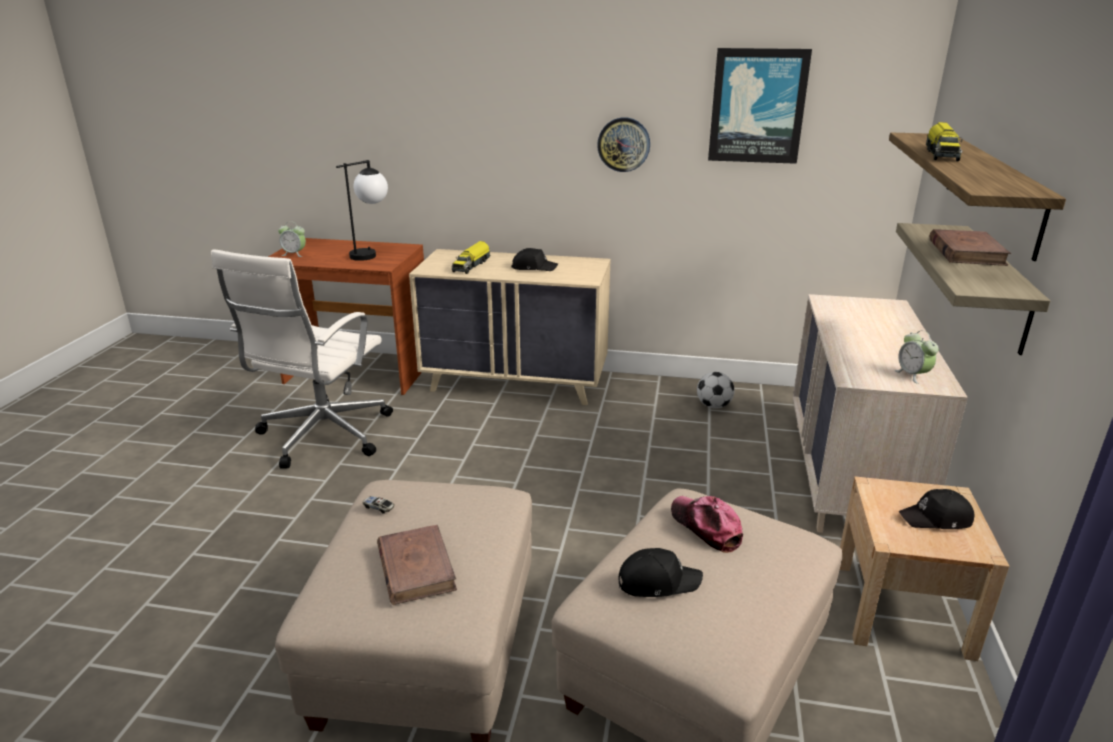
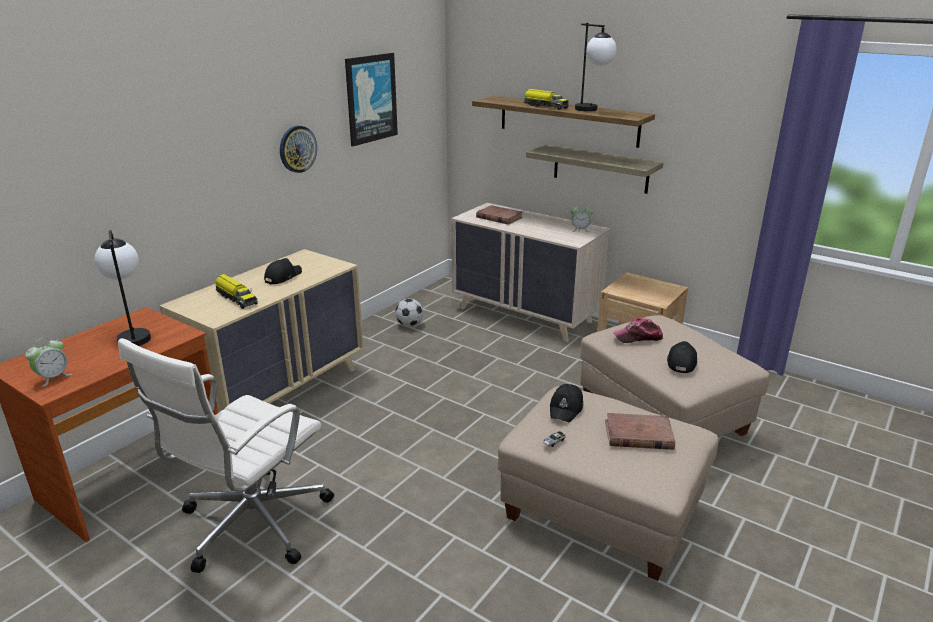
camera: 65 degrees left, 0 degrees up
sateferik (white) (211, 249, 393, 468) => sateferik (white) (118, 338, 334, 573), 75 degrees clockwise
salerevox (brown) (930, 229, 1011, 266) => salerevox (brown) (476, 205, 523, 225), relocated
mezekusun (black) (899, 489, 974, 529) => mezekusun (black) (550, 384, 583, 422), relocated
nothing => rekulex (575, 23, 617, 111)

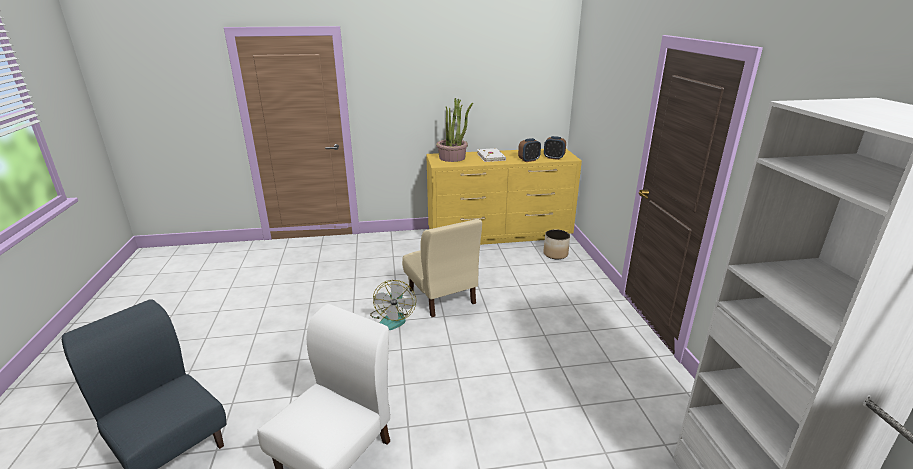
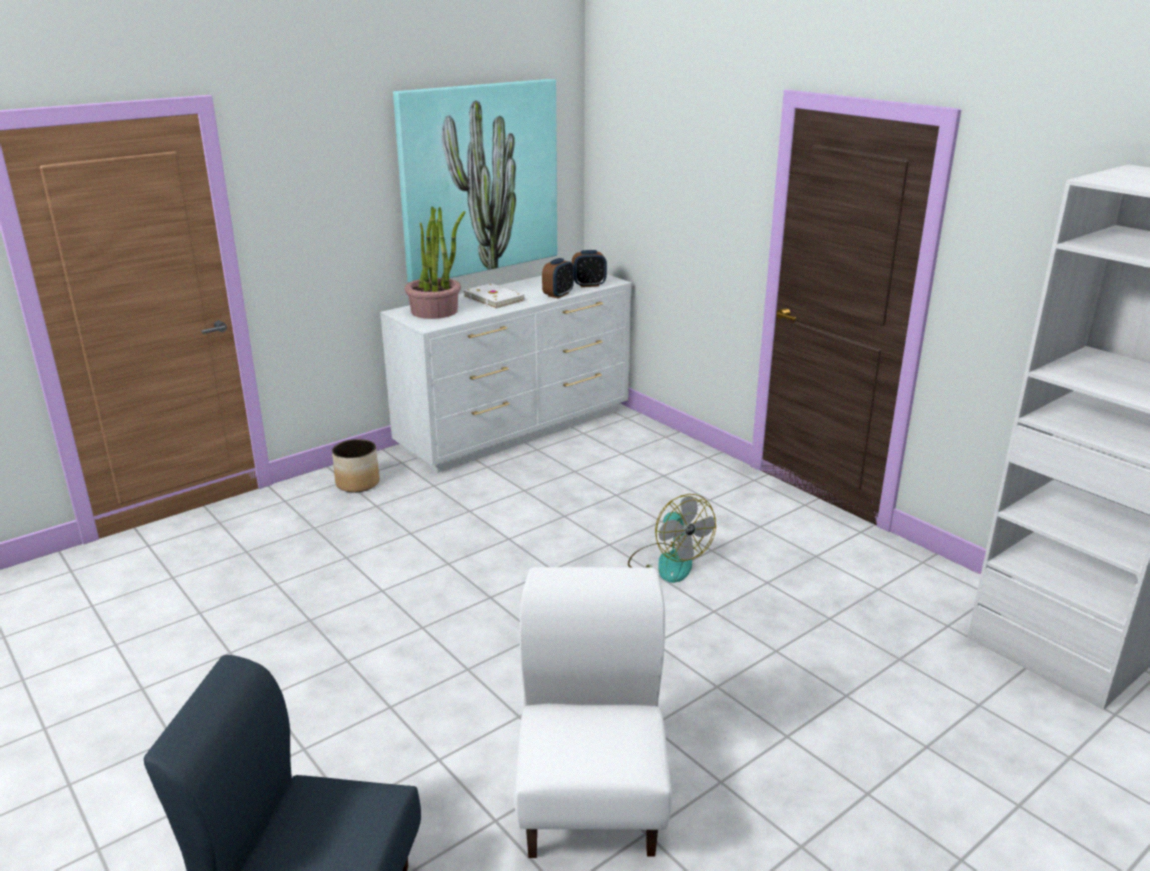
camera: 30 degrees left, 0 degrees up
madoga (543, 229, 570, 259) => madoga (332, 439, 379, 492), relocated
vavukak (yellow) (426, 149, 582, 245) => vavukak (white) (380, 274, 631, 472)
nothing => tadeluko (393, 79, 557, 283)
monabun (370, 280, 416, 330) => monabun (628, 494, 716, 583), relocated
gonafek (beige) (402, 219, 482, 317) => nothing

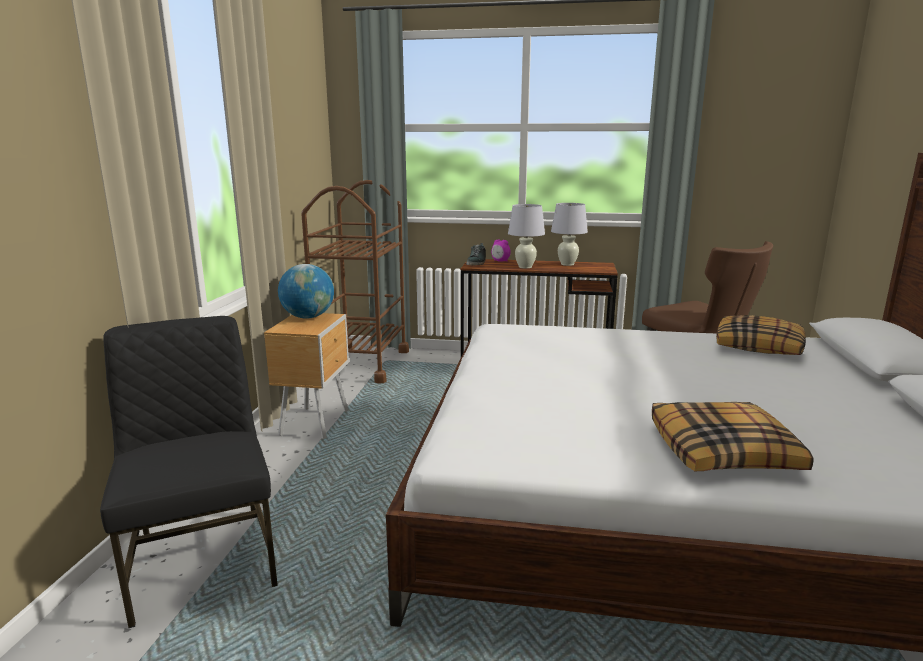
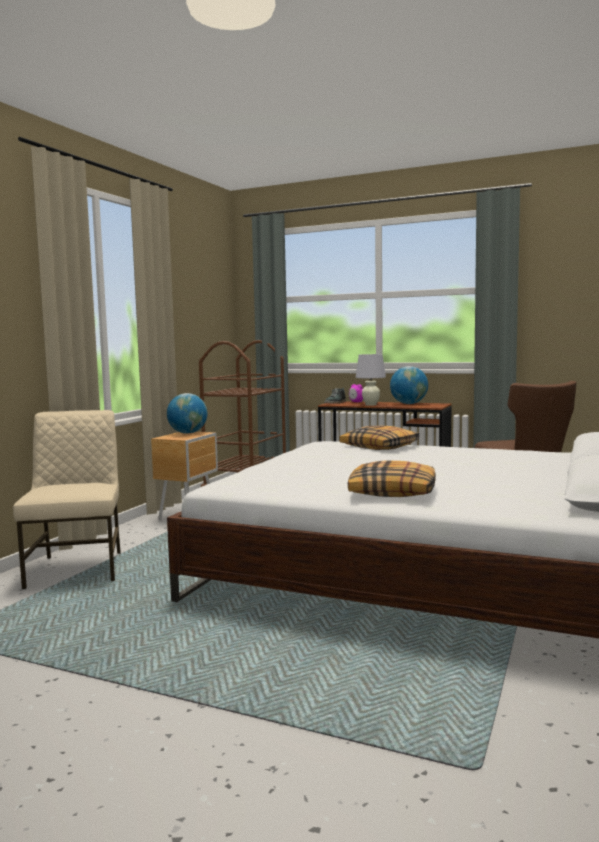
camera: 15 degrees right, 10 degrees down
gonafek (black) (100, 316, 278, 628) => gonafek (beige) (13, 410, 121, 589)
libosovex (716, 315, 806, 355) => libosovex (340, 425, 419, 450), relocated
rekulex (white) (551, 203, 588, 266) => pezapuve (390, 366, 428, 404)

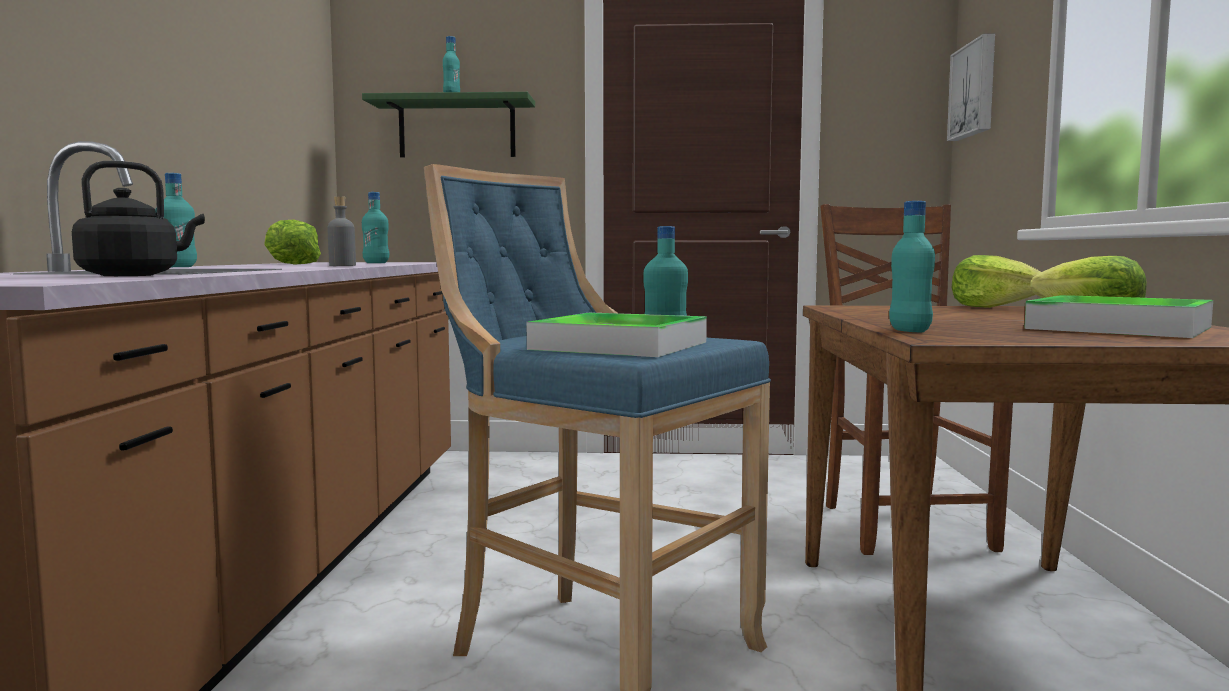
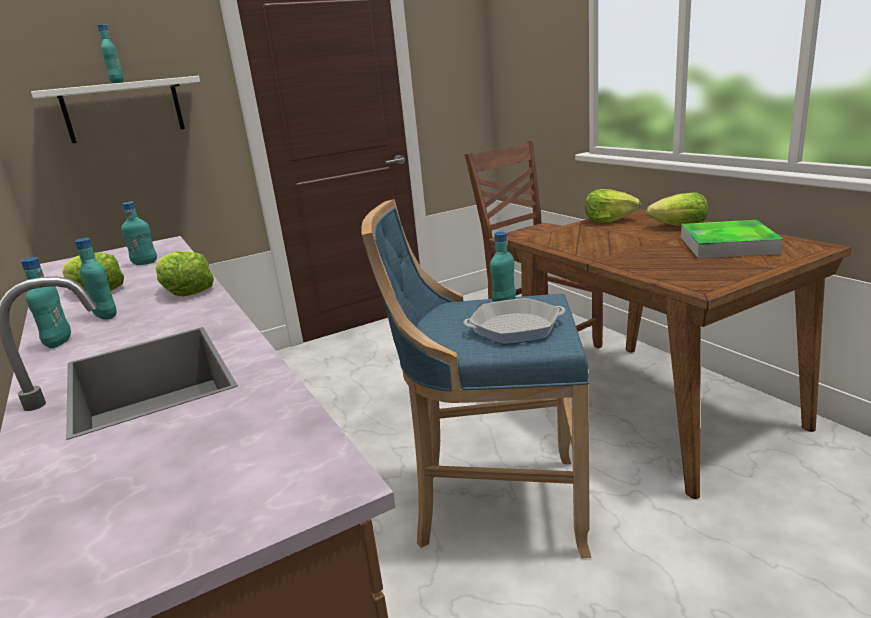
camera: 30 degrees left, 15 degrees up
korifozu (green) (362, 92, 535, 157) => korifozu (white) (31, 76, 200, 143)
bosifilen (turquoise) (889, 201, 935, 332) => bosifilen (turquoise) (75, 238, 117, 320), relocated
bosifilen (grey) (327, 196, 356, 266) => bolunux (156, 251, 214, 297)
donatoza (527, 312, 707, 357) => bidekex (463, 298, 566, 344)
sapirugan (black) (72, 160, 205, 276) => nothing
tadeluko (947, 33, 995, 141) => nothing

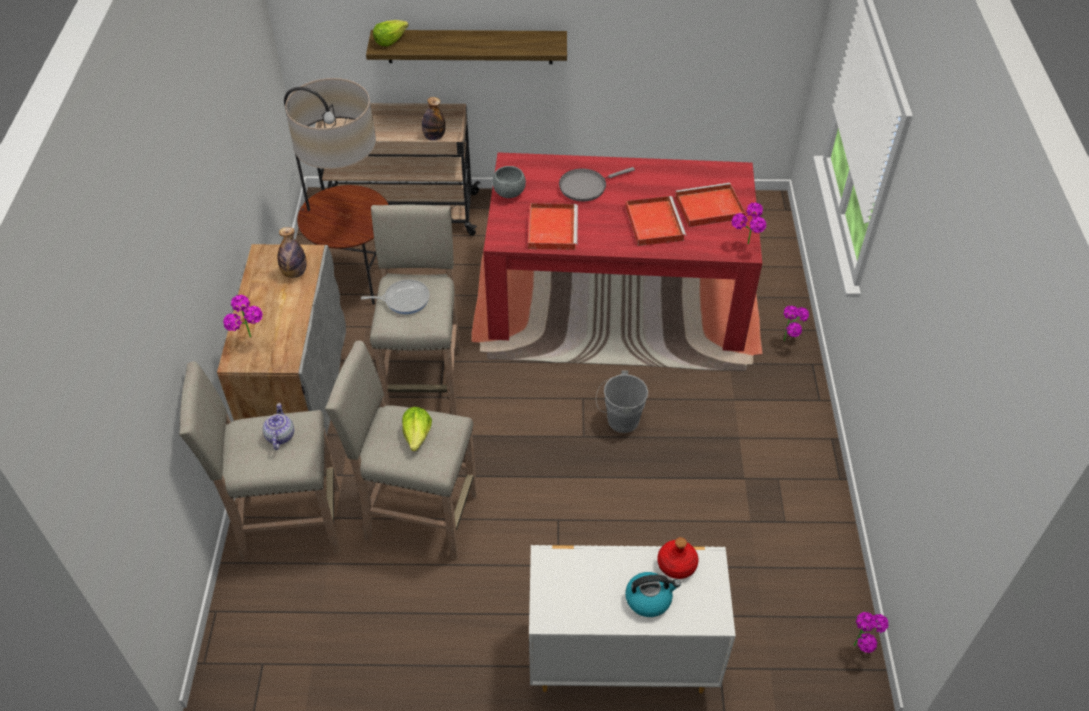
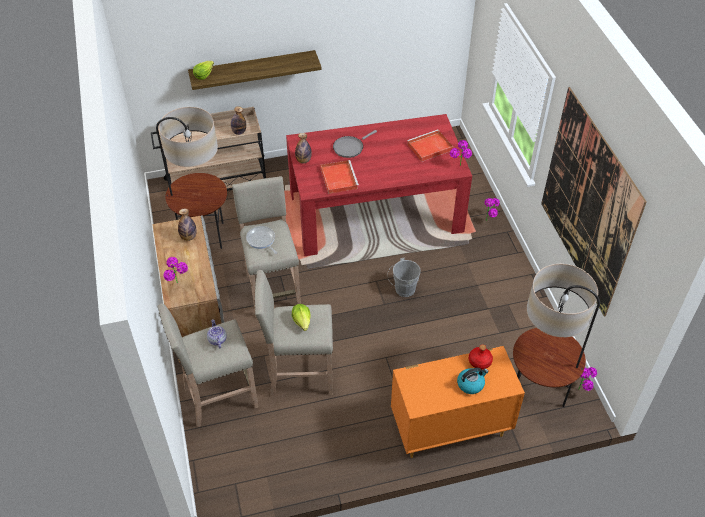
camera: 15 degrees left, 0 degrees up
bidekex (361, 279, 430, 314) => bidekex (246, 226, 277, 254), 105 degrees counterclockwise
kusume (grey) (492, 166, 526, 198) => bosifilen (295, 133, 312, 163)
vavukak (white) (529, 545, 736, 693) => vavukak (orange) (391, 346, 525, 458)
nothing => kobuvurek (513, 264, 600, 407)
nothing => tadeluko (541, 87, 647, 316)
donatoza (red) (625, 196, 686, 246) => nothing

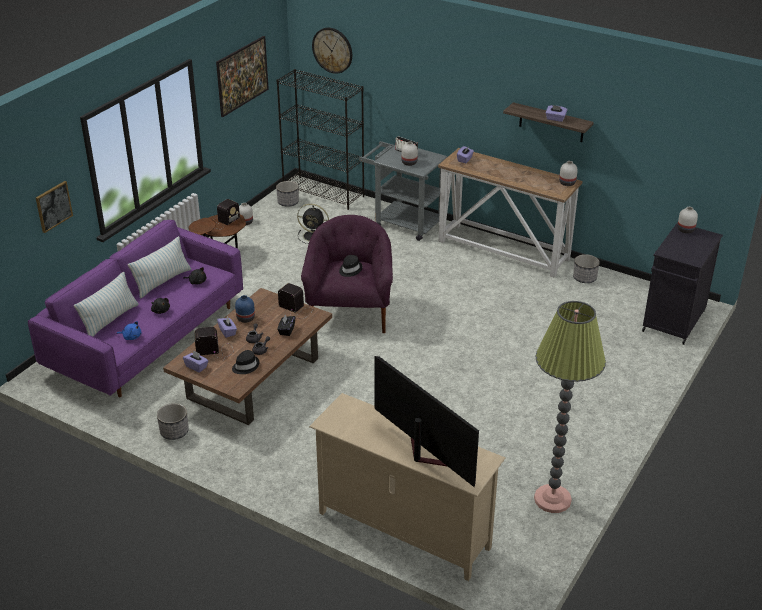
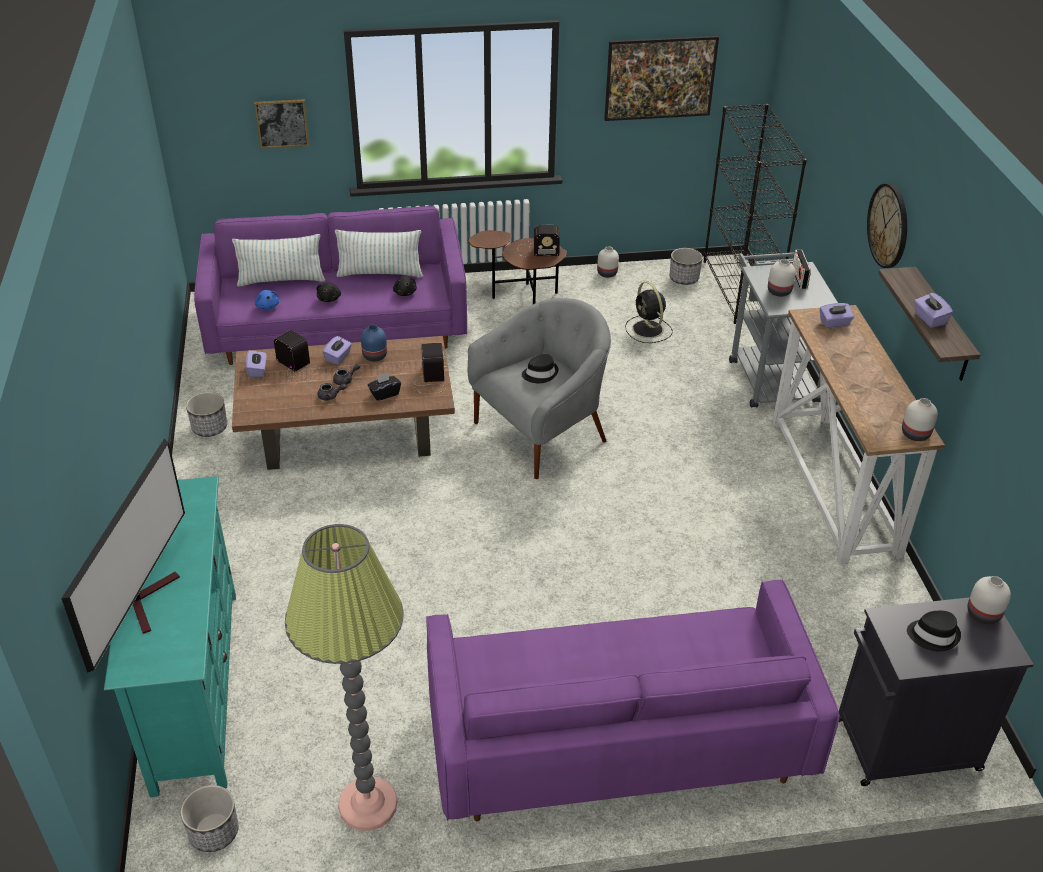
camera: 50 degrees right, 5 degrees up
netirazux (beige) (309, 393, 506, 581) => netirazux (turquoise) (104, 476, 236, 797)
madoga (573, 254, 600, 283) => madoga (180, 785, 239, 852), relocated
nothing => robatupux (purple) (426, 580, 839, 822)
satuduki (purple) (301, 215, 393, 333) => satuduki (grey) (468, 298, 611, 479)
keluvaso (312, 28, 352, 74) => keluvaso (867, 183, 907, 268), relocated
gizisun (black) (232, 350, 259, 374) => gizisun (black) (907, 611, 961, 651), relocated

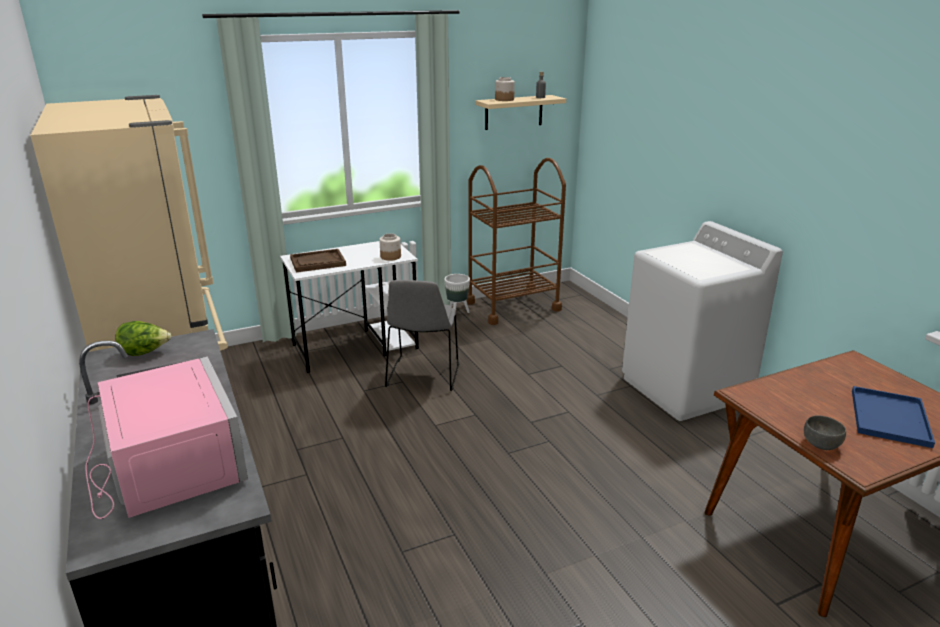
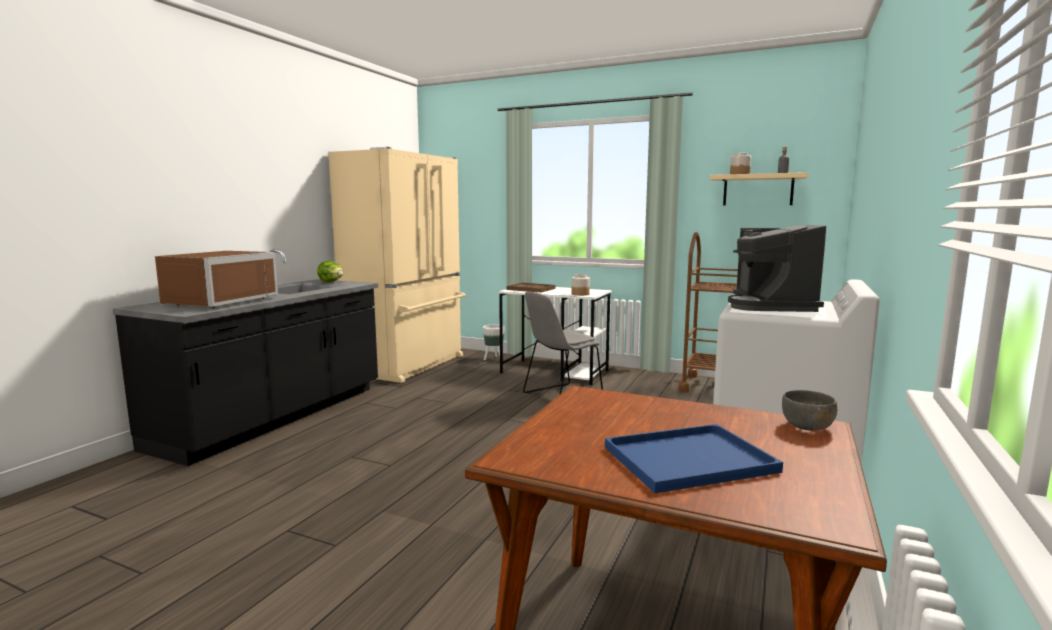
camera: 50 degrees right, 15 degrees down
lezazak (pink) (85, 357, 248, 519) => lezazak (brown) (155, 251, 278, 308)
madoga (white) (444, 274, 470, 313) => madoga (white) (483, 324, 505, 360), relocated
nothing => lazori (728, 225, 826, 312)
kusume (grey) (804, 415, 846, 450) => kusume (grey) (782, 390, 837, 431), relocated

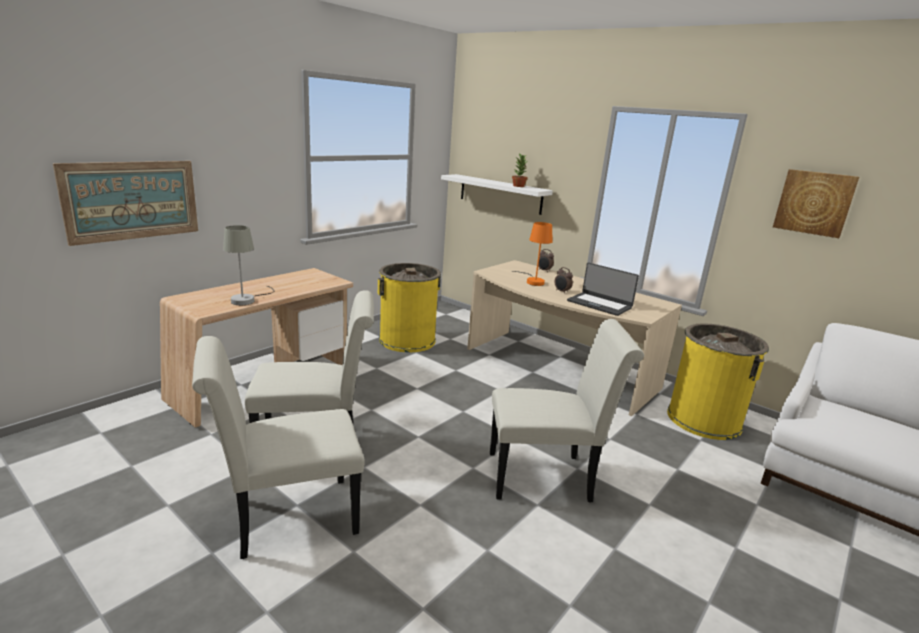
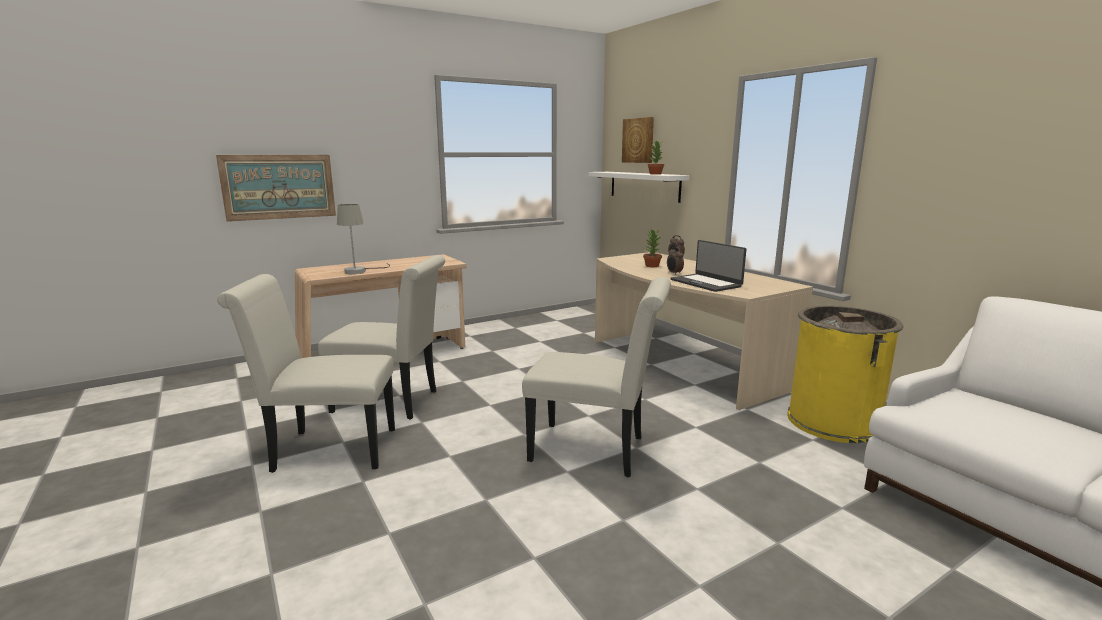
camera: 20 degrees right, 5 degrees down
tadeluko (773, 169, 859, 238) => tadeluko (622, 117, 654, 163), relocated
rekulex (orange) (512, 222, 552, 286) => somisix (643, 229, 662, 267)
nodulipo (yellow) (378, 263, 441, 352) => nothing

